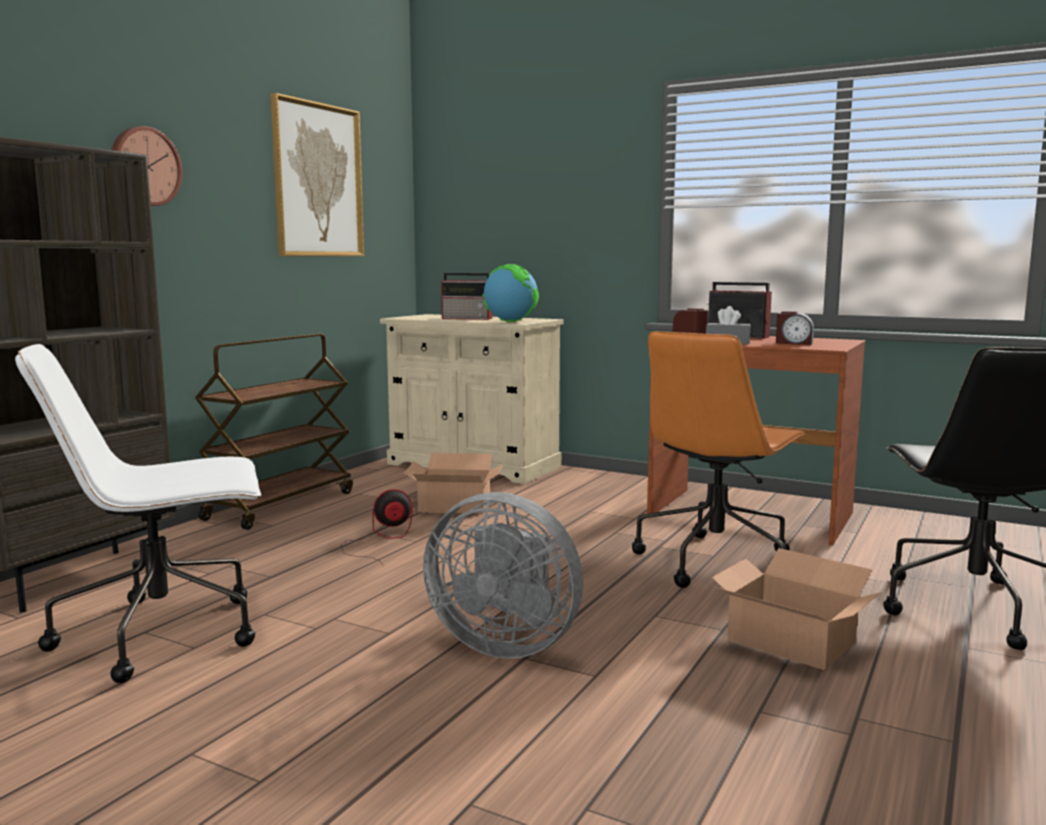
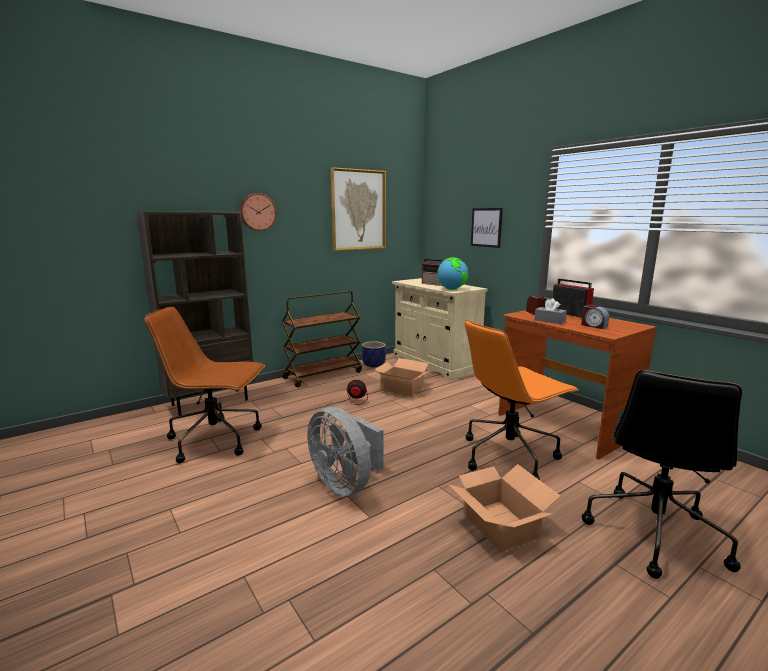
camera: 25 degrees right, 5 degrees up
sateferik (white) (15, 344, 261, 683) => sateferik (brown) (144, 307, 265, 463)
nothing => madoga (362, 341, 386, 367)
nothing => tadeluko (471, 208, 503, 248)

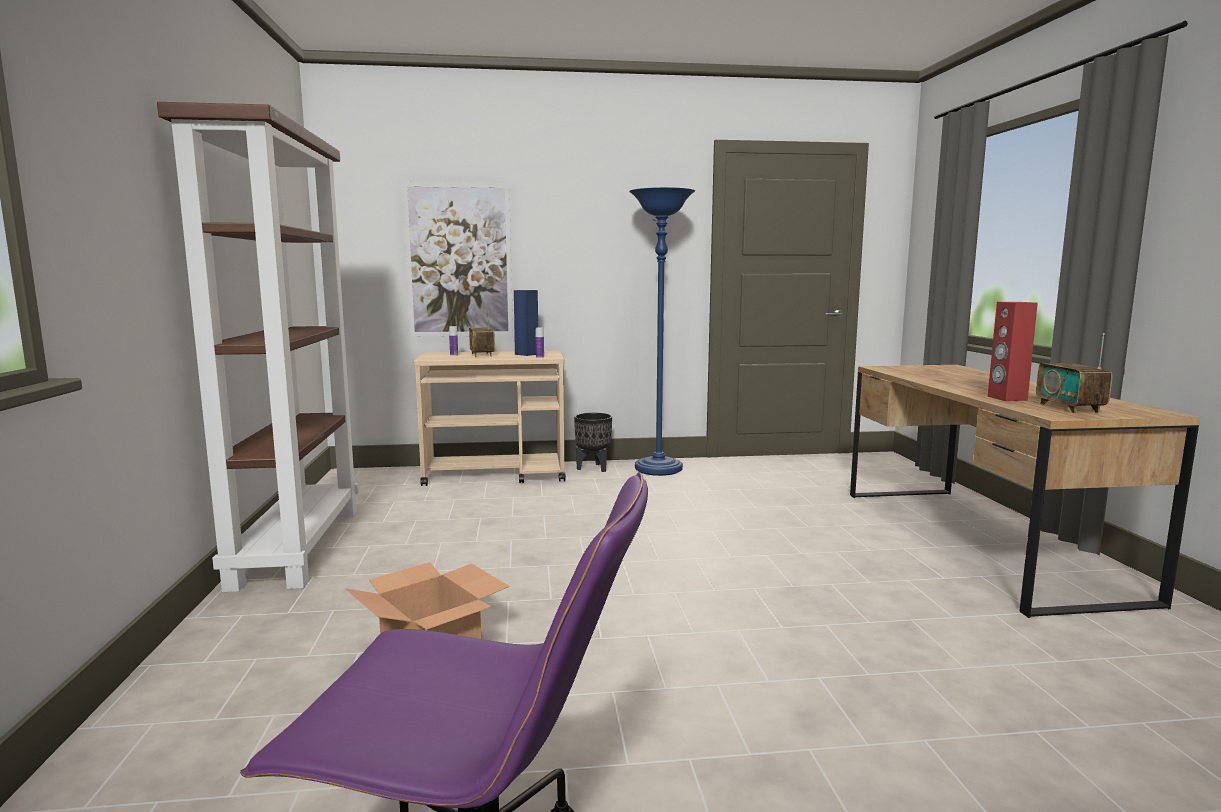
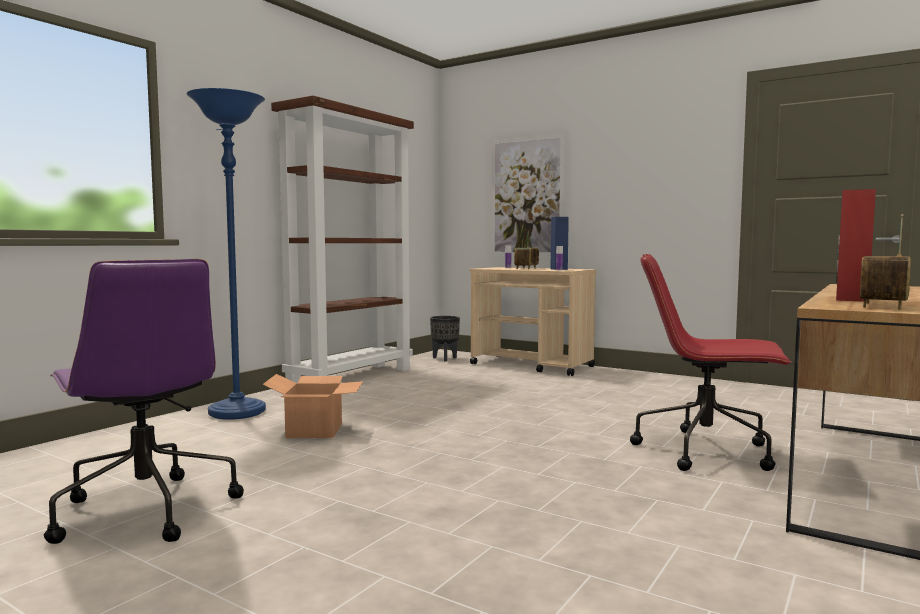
camera: 40 degrees right, 5 degrees down
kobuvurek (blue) (629, 187, 695, 476) => kobuvurek (blue) (186, 88, 266, 420), relocated
madoga (black) (574, 413, 612, 472) => madoga (black) (430, 316, 460, 361), relocated
nothing => sateferik (red) (630, 254, 792, 471)

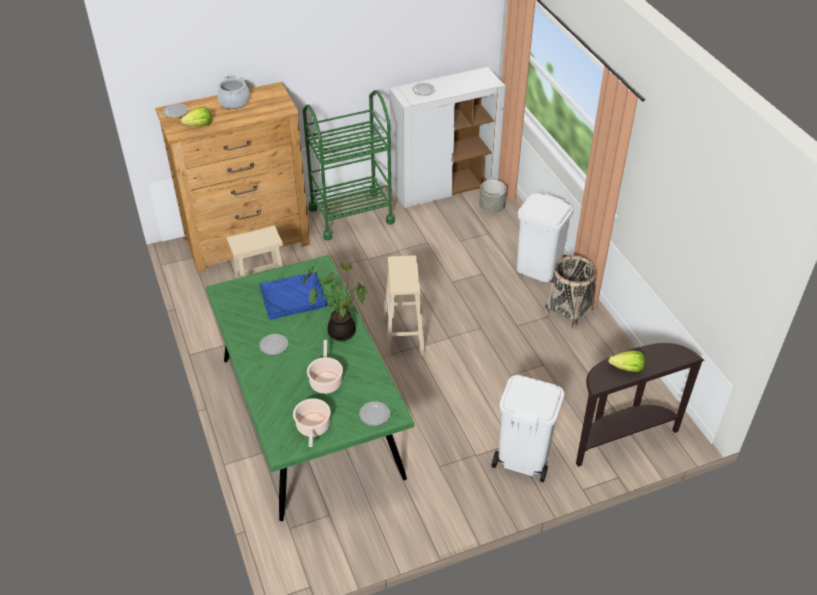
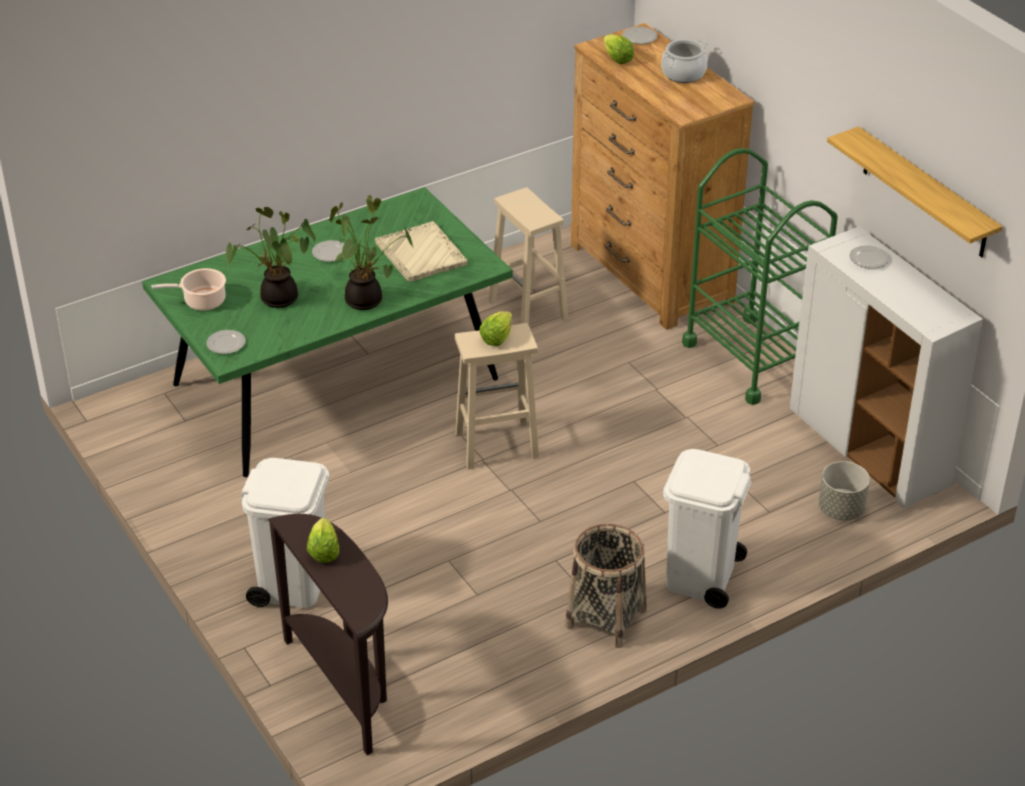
camera: 80 degrees right, 5 degrees down
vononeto (307, 340, 343, 394) => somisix (226, 207, 316, 308)
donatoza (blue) (259, 272, 327, 320) => donatoza (beige) (375, 221, 468, 282)
nothing => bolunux (479, 311, 512, 346)
nothing => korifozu (827, 126, 1003, 257)

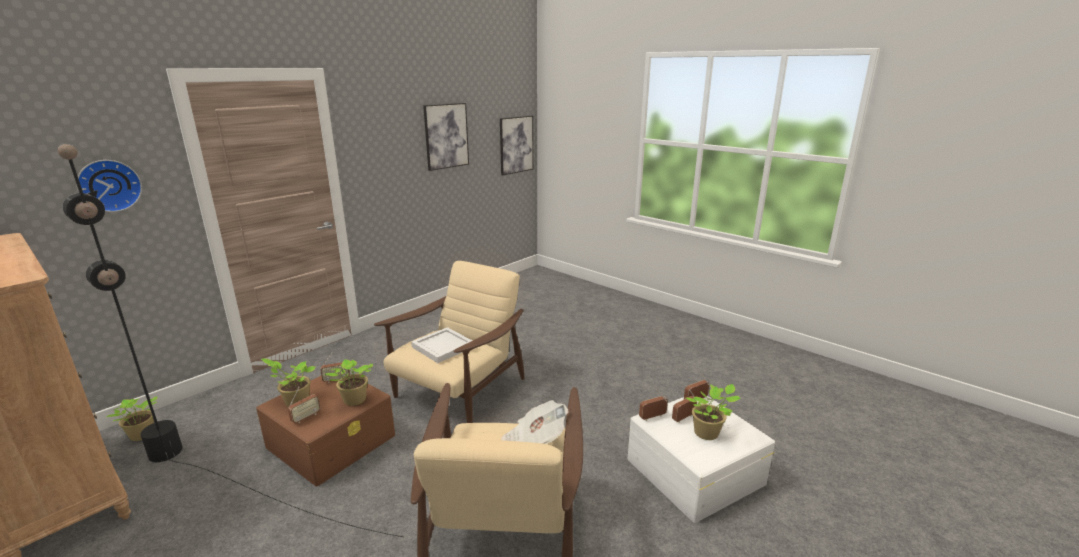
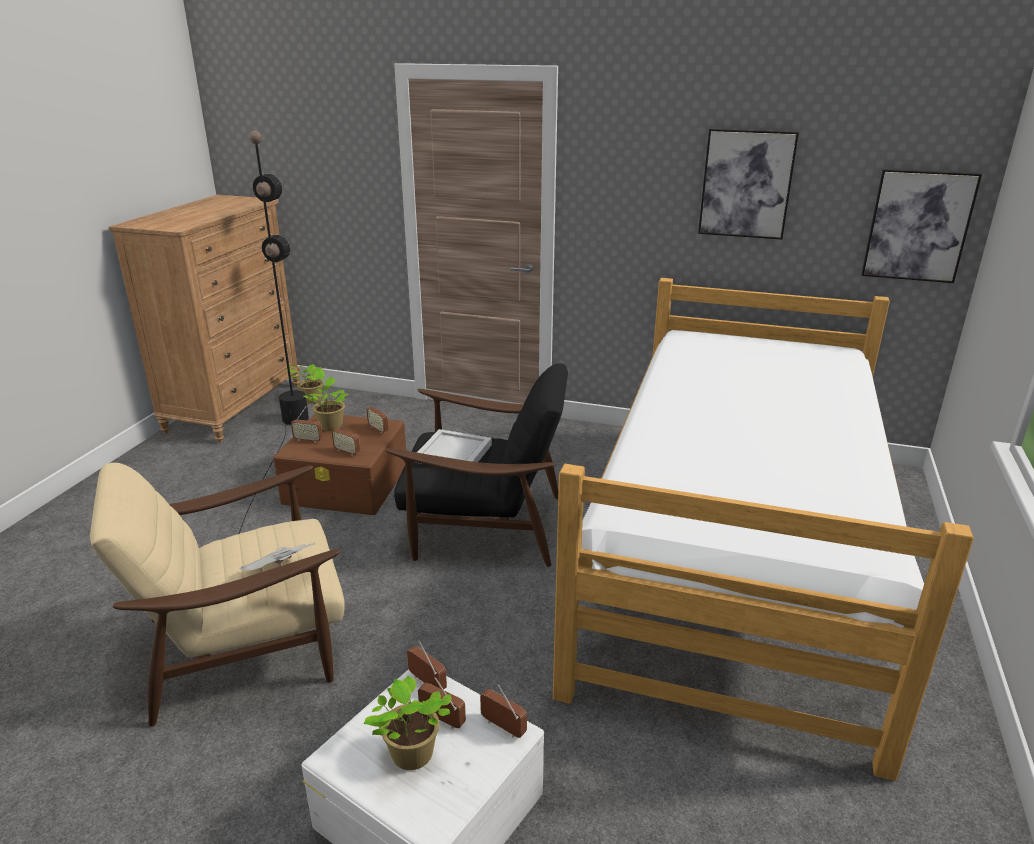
camera: 65 degrees right, 5 degrees up
somisix (325, 359, 373, 406) => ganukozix (332, 417, 360, 456)
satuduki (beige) (374, 261, 525, 423) => satuduki (black) (385, 363, 568, 567)
nothing => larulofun (553, 278, 974, 781)
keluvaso (76, 160, 142, 212) => nothing

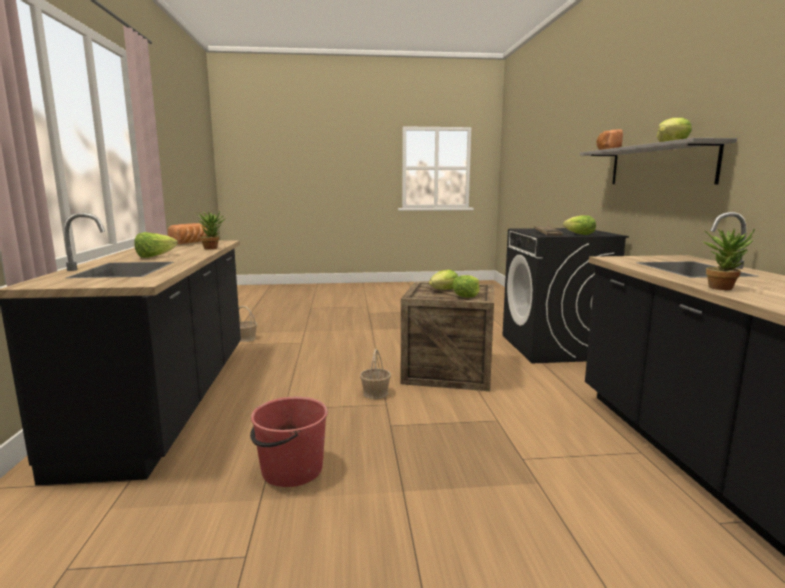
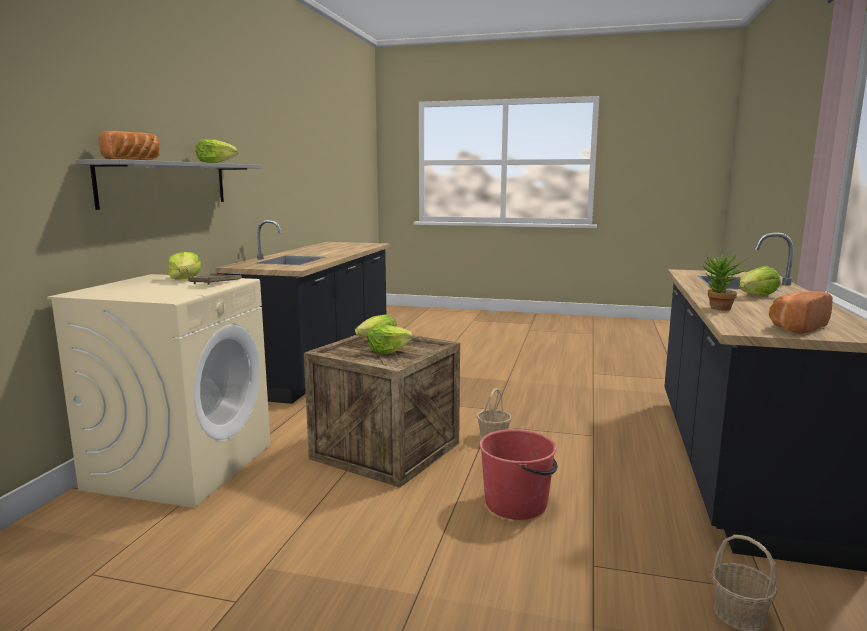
camera: 160 degrees left, 0 degrees up
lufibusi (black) (502, 228, 629, 363) => lufibusi (beige) (47, 274, 271, 508)
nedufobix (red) (250, 397, 328, 487) => nedufobix (red) (479, 429, 558, 520), relocated
somisix (702, 229, 755, 290) => nothing

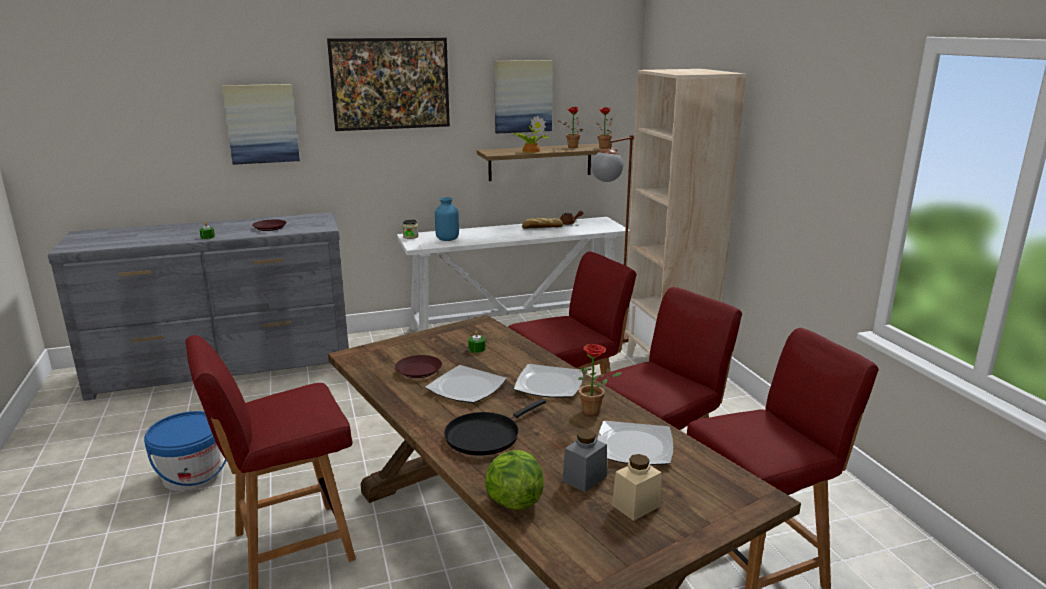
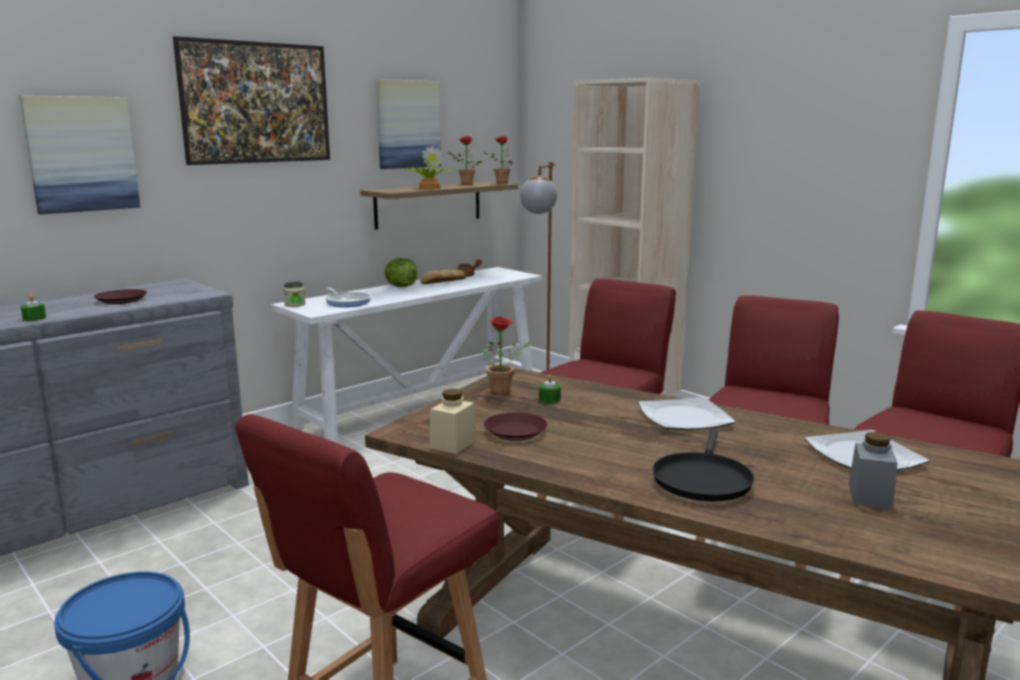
camera: 25 degrees left, 5 degrees down
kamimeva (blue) (435, 197, 459, 241) => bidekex (325, 288, 371, 307)
bolunux (485, 450, 544, 510) => bolunux (385, 258, 418, 287), relocated
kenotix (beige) (612, 454, 662, 521) => kenotix (beige) (430, 389, 477, 454), relocated
somisix (578, 344, 622, 416) => somisix (482, 317, 532, 395), relocated
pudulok (425, 365, 507, 403) => nothing

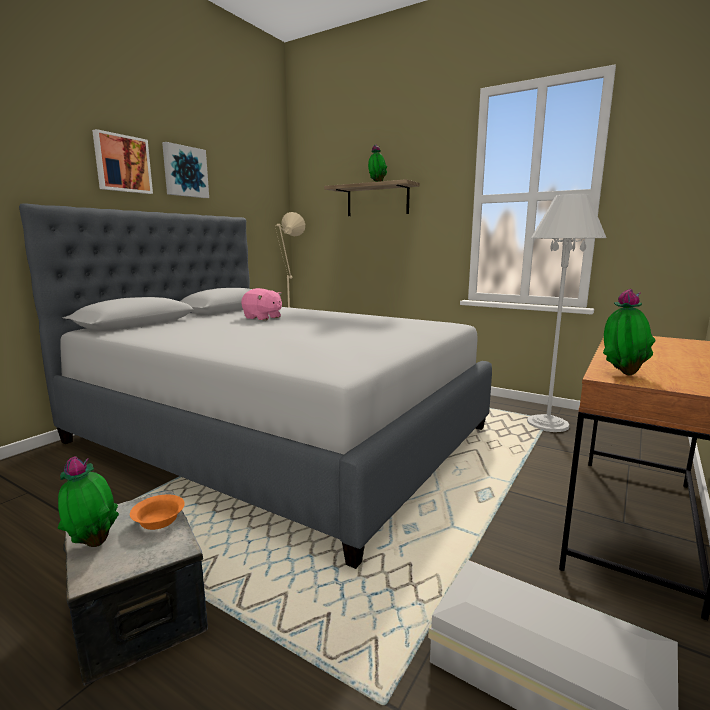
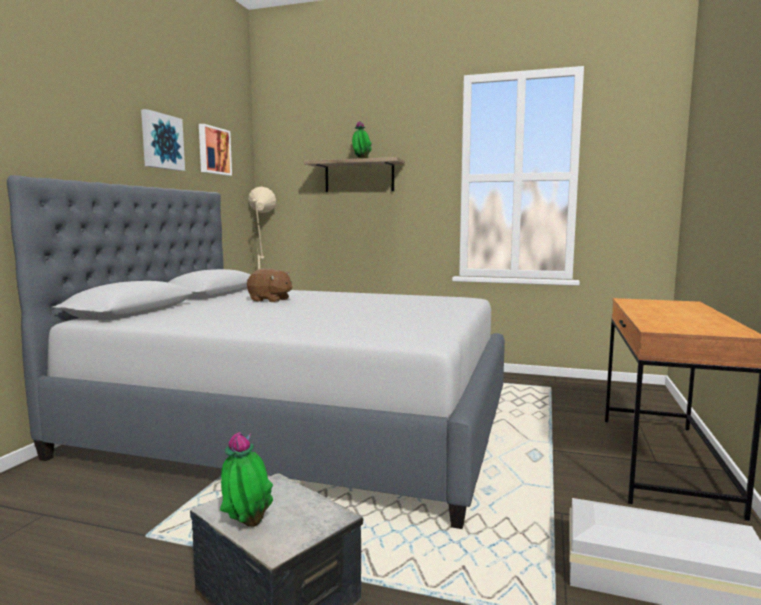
camera: 15 degrees left, 5 degrees down
tadeluko (92, 129, 153, 194) => tadeluko (199, 124, 232, 176), relocated
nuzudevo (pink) (241, 288, 282, 321) => nuzudevo (brown) (247, 268, 293, 303)
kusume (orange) (130, 495, 185, 530) => nothing
kobuvurek (white) (527, 194, 607, 432) => nothing
somisix (603, 289, 656, 375) => nothing

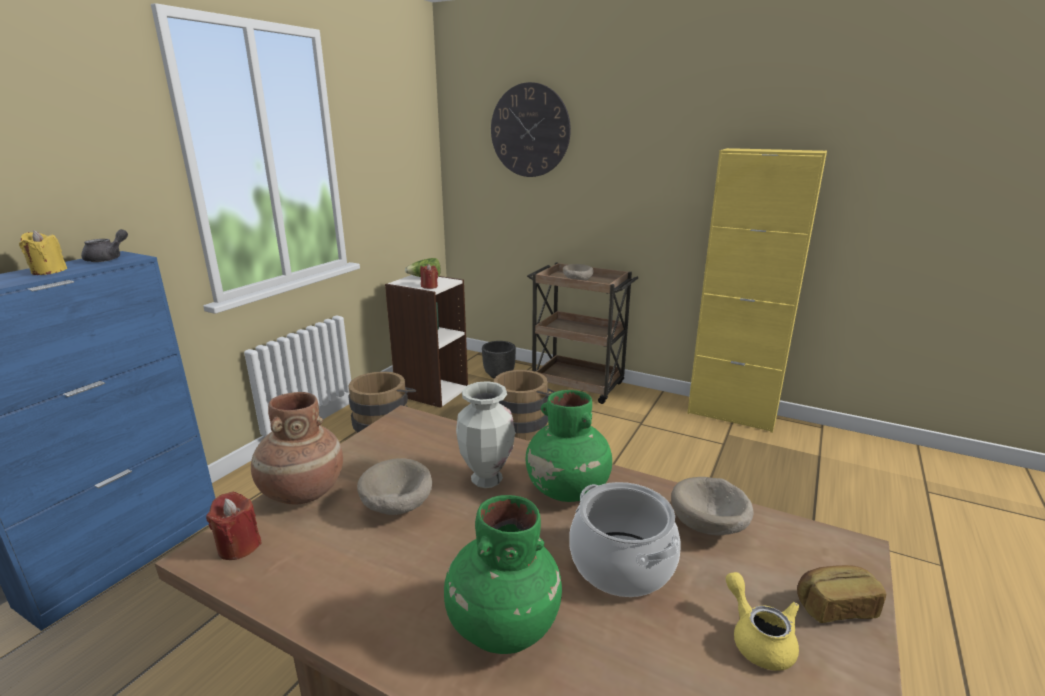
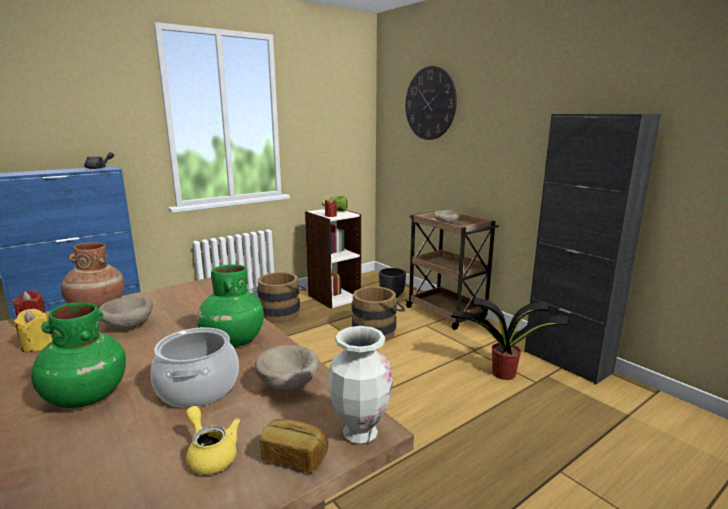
camera: 25 degrees right, 5 degrees down
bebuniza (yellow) (19, 230, 67, 275) => bebuniza (yellow) (13, 309, 52, 352), relocated
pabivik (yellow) (726, 572, 800, 671) => pabivik (yellow) (186, 406, 240, 475), 45 degrees counterclockwise
kamimeva (456, 381, 515, 488) => kamimeva (328, 326, 393, 445), relocated
nothing => somisix (451, 298, 568, 380)
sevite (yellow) (687, 148, 827, 433) => sevite (black) (524, 114, 661, 385)

